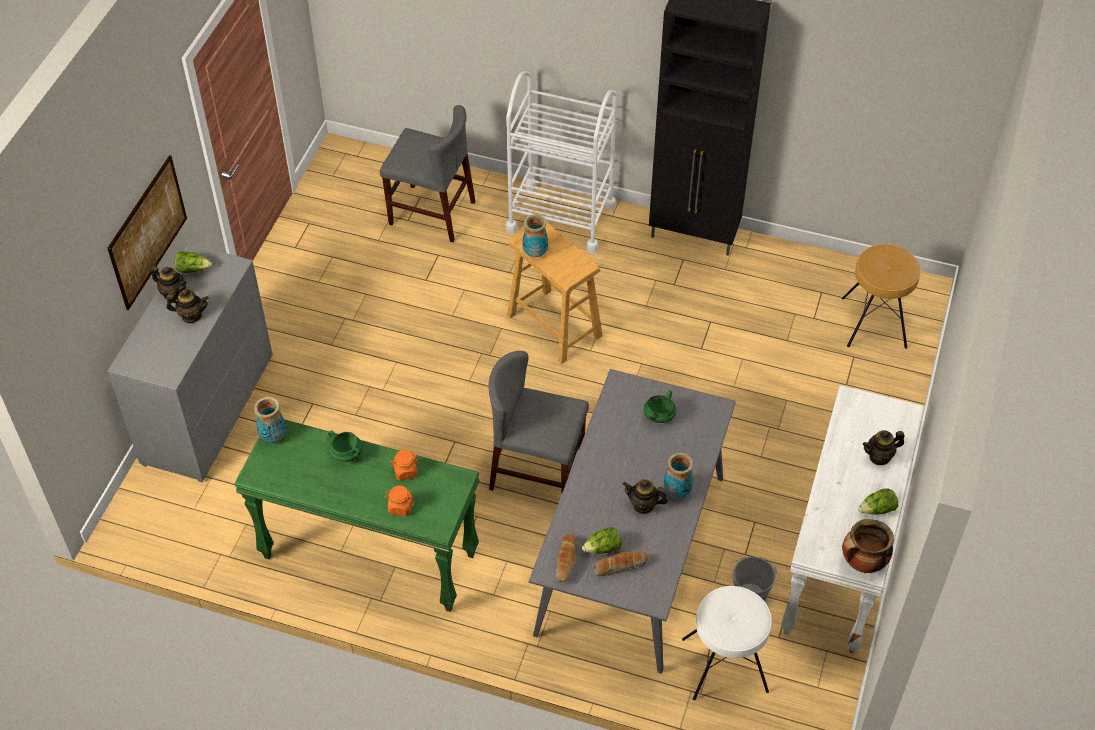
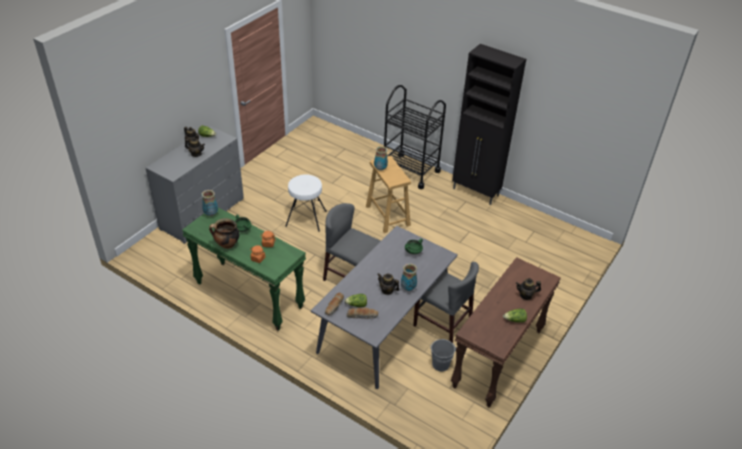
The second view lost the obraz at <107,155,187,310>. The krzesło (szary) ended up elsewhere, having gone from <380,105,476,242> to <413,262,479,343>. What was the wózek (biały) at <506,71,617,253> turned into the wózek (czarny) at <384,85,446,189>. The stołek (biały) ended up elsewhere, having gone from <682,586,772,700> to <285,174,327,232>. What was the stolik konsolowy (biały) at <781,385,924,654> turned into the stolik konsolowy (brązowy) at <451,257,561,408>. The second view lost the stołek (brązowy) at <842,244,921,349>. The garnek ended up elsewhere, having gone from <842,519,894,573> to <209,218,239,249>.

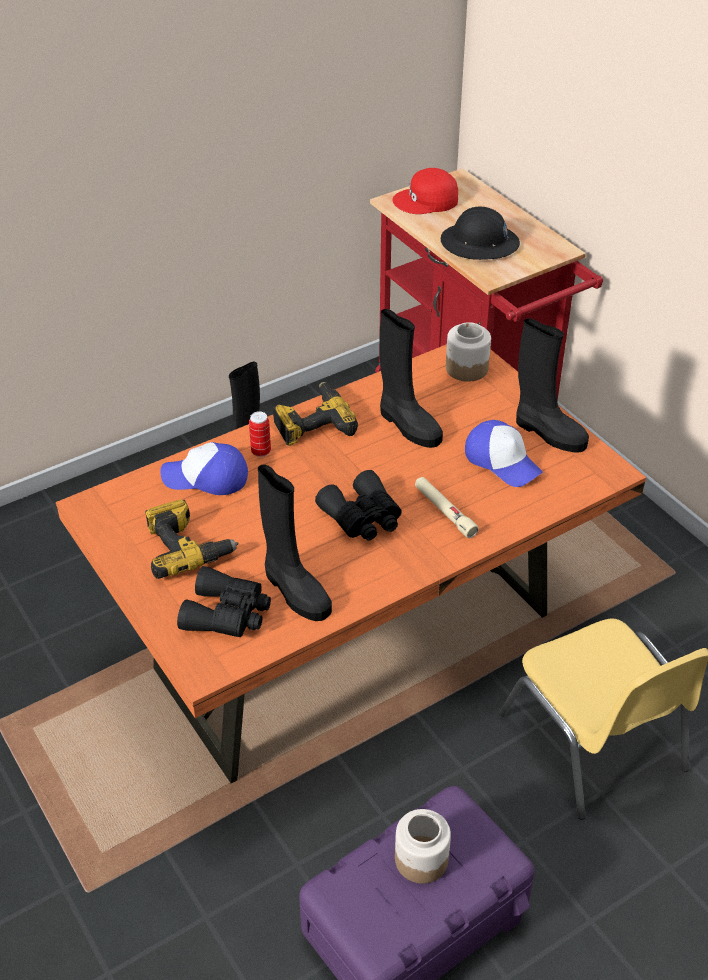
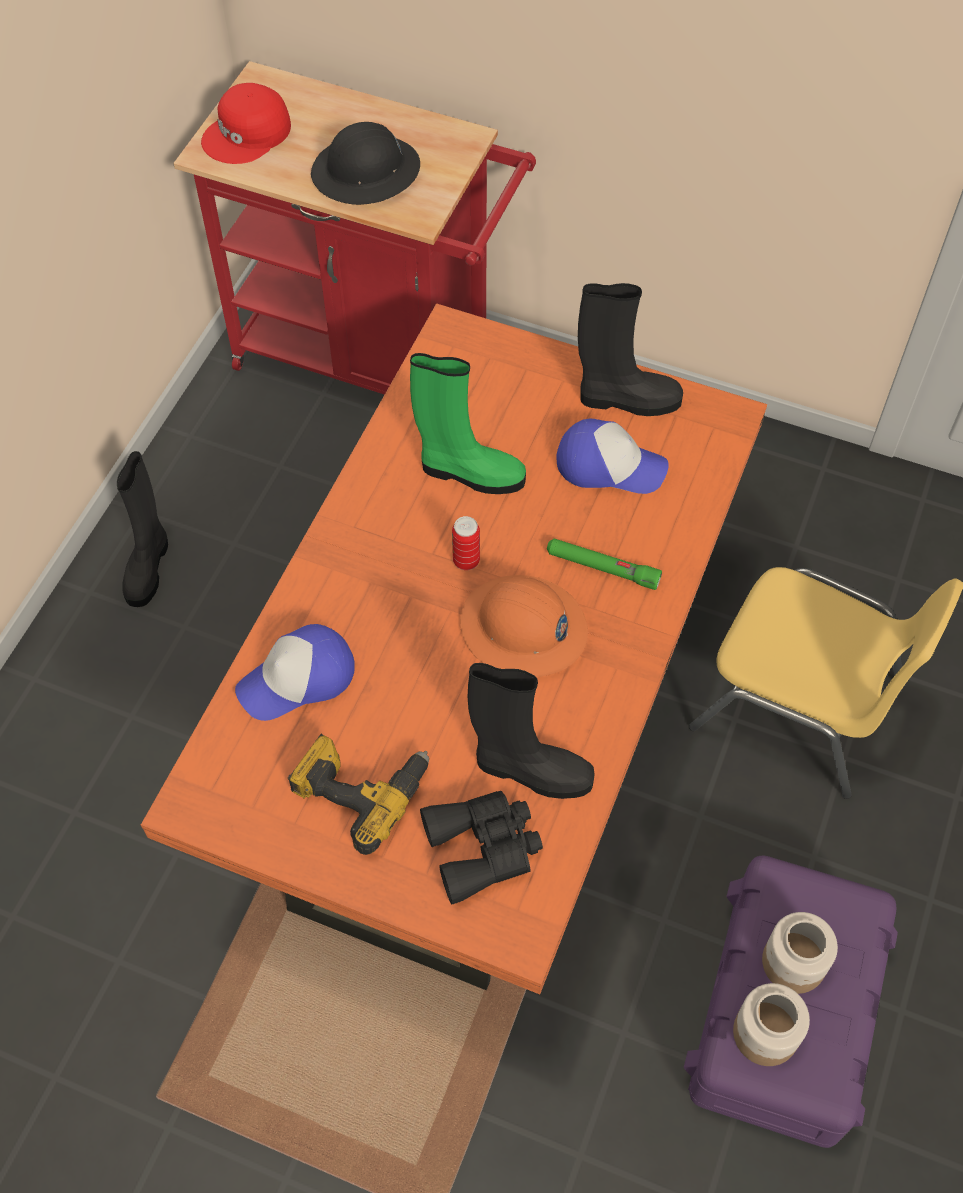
The puszka ended up elsewhere, having gone from <249,411,271,457> to <452,516,480,570>. The second view lost the wiertarka at <273,382,358,446>. Where the lornetka (czarny) stood at <315,470,402,540>, the kask (pomarańczowy) came to stand at <460,575,588,677>. What was the but z cholewką (czarny) at <379,309,443,448> turned into the but z cholewką (zielony) at <410,353,526,494>. What was the latarka (beżowy) at <415,477,479,538> turned into the latarka (zielony) at <547,538,662,590>. The słoik ended up elsewhere, having gone from <446,322,491,382> to <733,983,810,1066>.

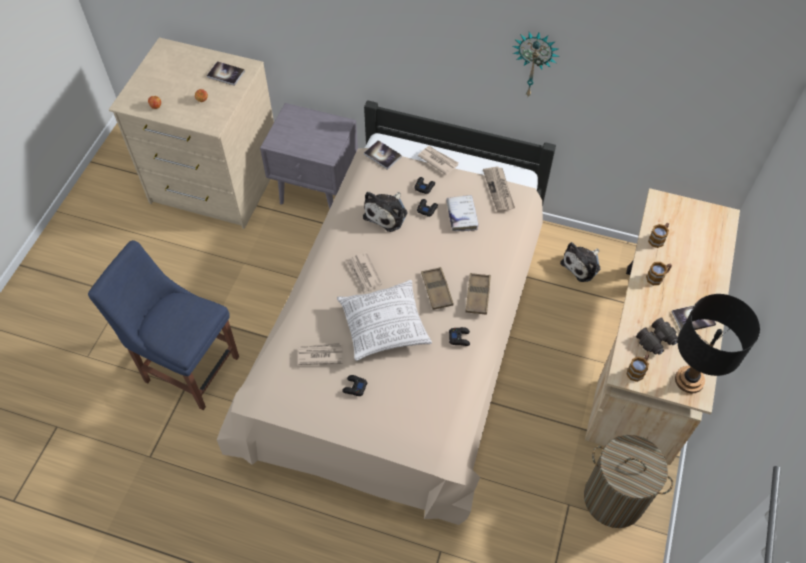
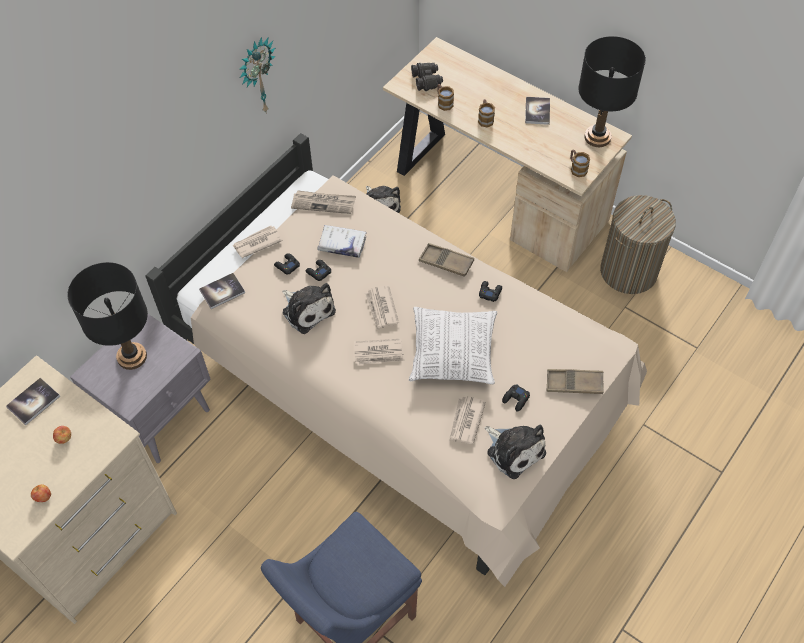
The taca (brązowy) ended up elsewhere, having gone from <421,267,454,310> to <546,369,604,394>. The lornetka (czarny) ended up elsewhere, having gone from <636,317,678,355> to <411,63,443,91>. The second view gained the lampa stołowa (czarny) at <67,262,148,370>. The second view gained the gazeta at <365,285,399,331>. The second view gained the pluszak at <484,425,546,479>.

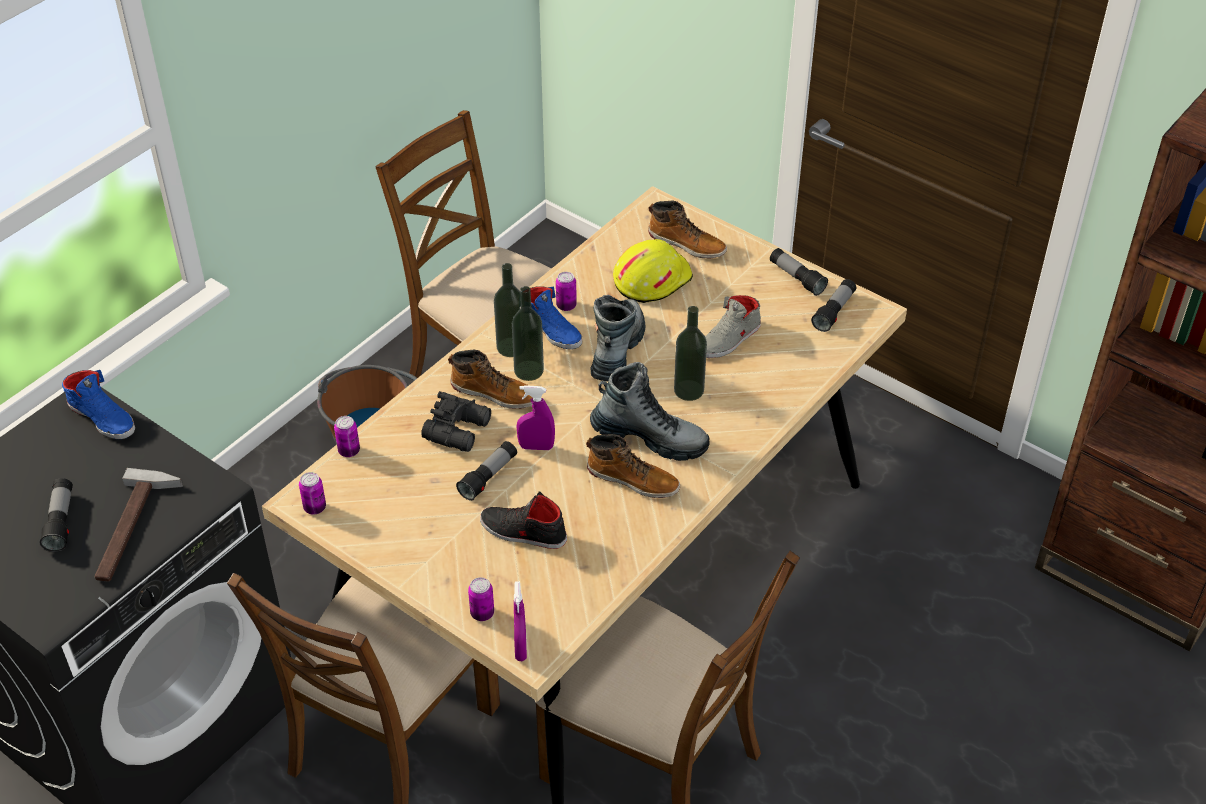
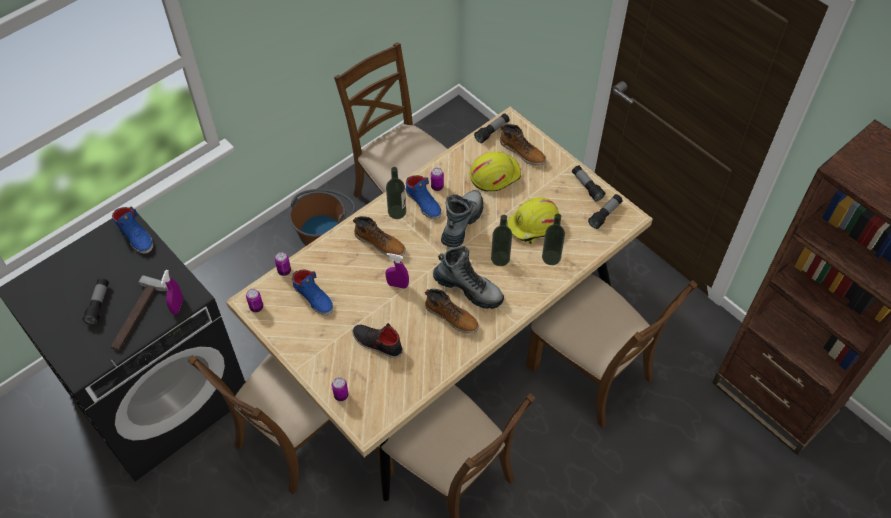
The second view lost the lornetka (czarny) at <421,391,491,452>. The latarka ended up elsewhere, having gone from <456,441,517,501> to <474,113,510,143>. The butelka ended up elsewhere, having gone from <512,286,544,381> to <542,214,565,265>. The spryskiwacz (fioletowy) ended up elsewhere, having gone from <514,581,527,661> to <161,270,183,315>. Where the but (szary) stood at <705,295,761,358>, the kask (żółty) came to stand at <507,197,559,244>. The second view gained the but (niebieski) at <292,269,334,315>. The second view gained the krzesło (brązowy) at <526,274,698,428>.

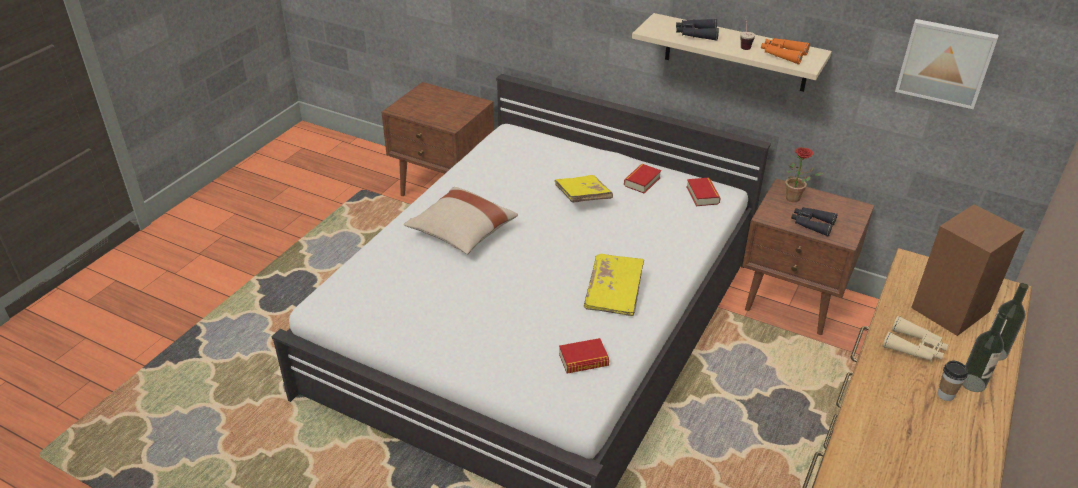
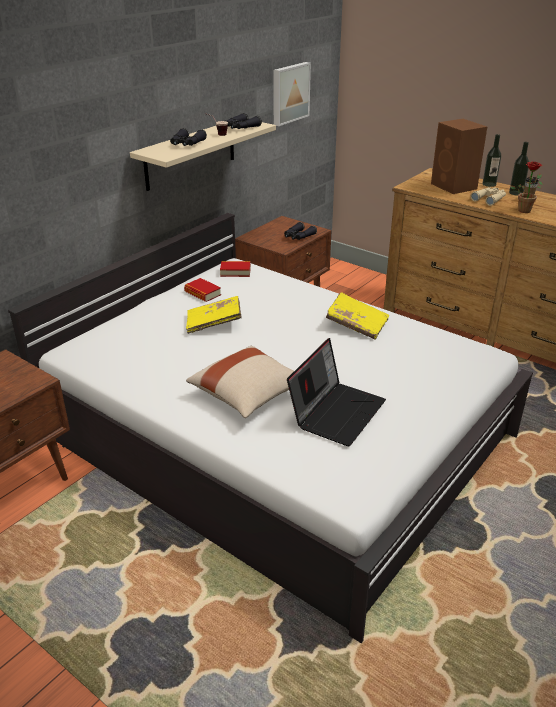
The second view lost the książka at <559,338,609,374>. What was the lornetka (pomarańczowy) at <761,38,810,64> turned into the lornetka (czarny) at <225,113,262,129>. The roślina doniczkowa ended up elsewhere, having gone from <785,147,823,202> to <510,162,543,213>. The second view gained the laptop at <287,338,386,446>.

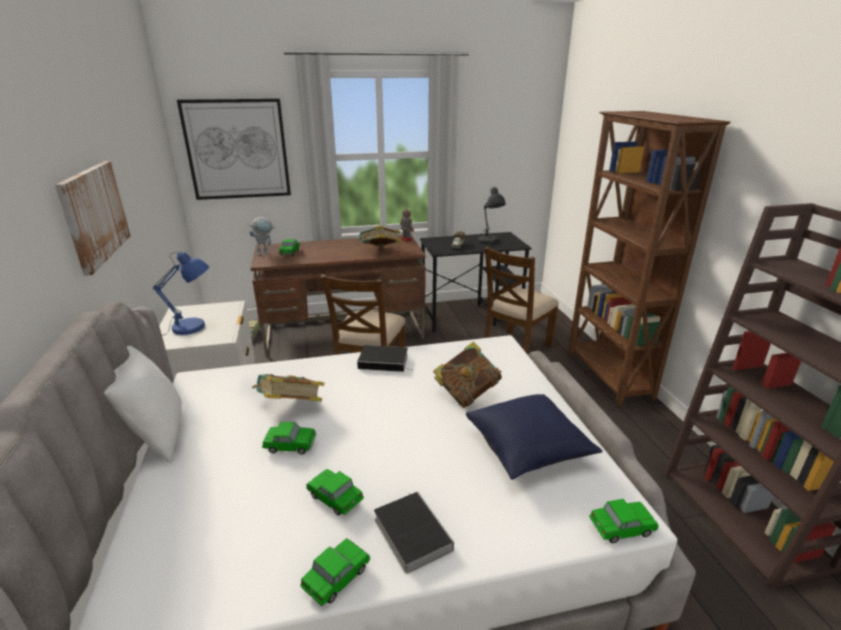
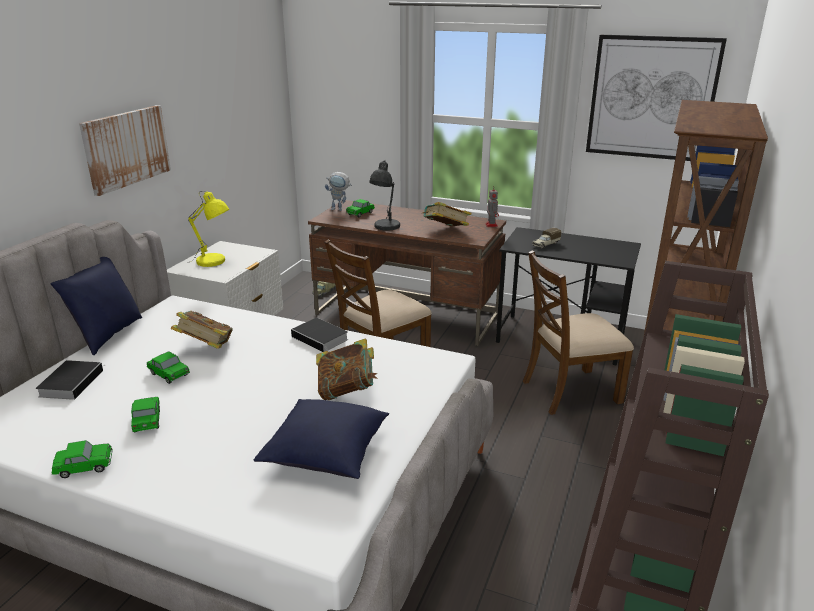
What was the poduszka (biały) at <104,346,182,463> turned into the poduszka (niebieski) at <50,257,142,355>. What was the lampa stołowa (niebieski) at <153,252,209,335> turned into the lampa stołowa (żółty) at <188,191,229,267>. The obraz ended up elsewhere, having gone from <177,98,291,200> to <586,35,727,161>. The książka ended up elsewhere, having gone from <374,492,454,574> to <36,360,104,400>. The lampa stołowa (szary) ended up elsewhere, having gone from <478,186,506,244> to <369,161,400,231>. The second view lost the samochodzik at <589,499,659,543>.

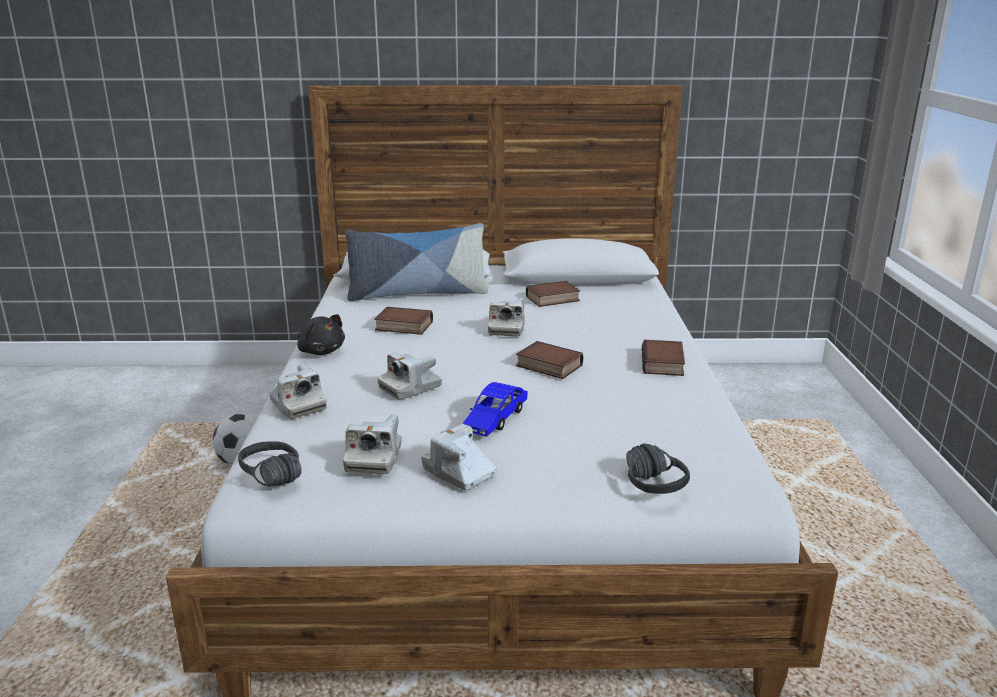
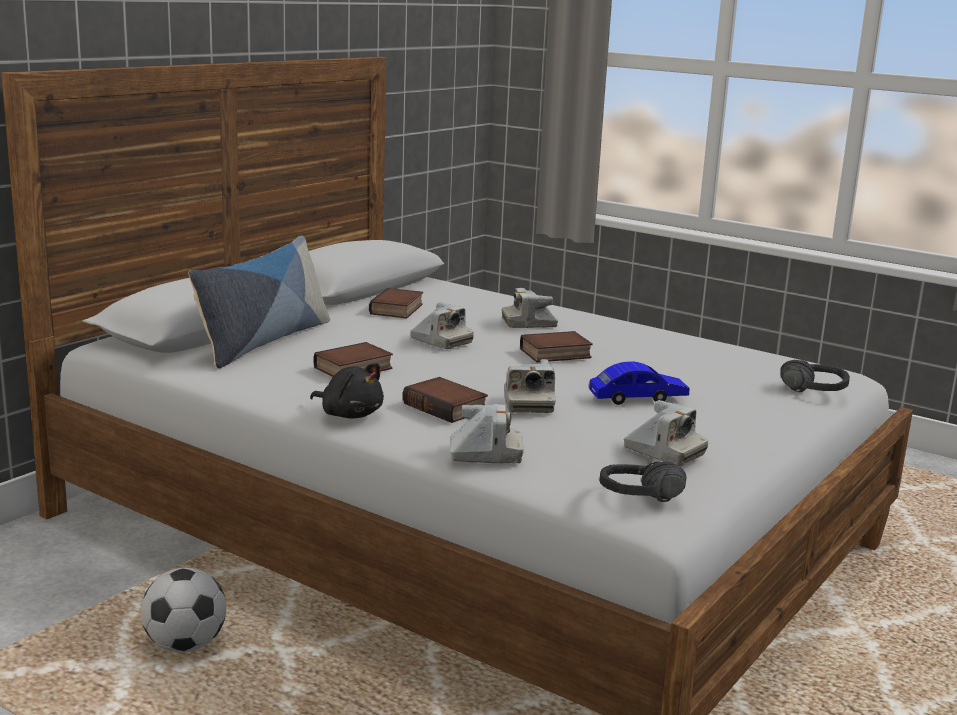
The pluszak (czarny) at <297,314,345,355> ended up facing another way, 45 degrees clockwise from before. The aparat fotograficzny ended up elsewhere, having gone from <421,424,497,490> to <502,288,558,328>. The samochodzik (niebieski) at <462,382,527,437> ended up facing another way, 75 degrees counterclockwise from before. The książka ended up elsewhere, having gone from <642,340,685,376> to <403,377,488,423>.

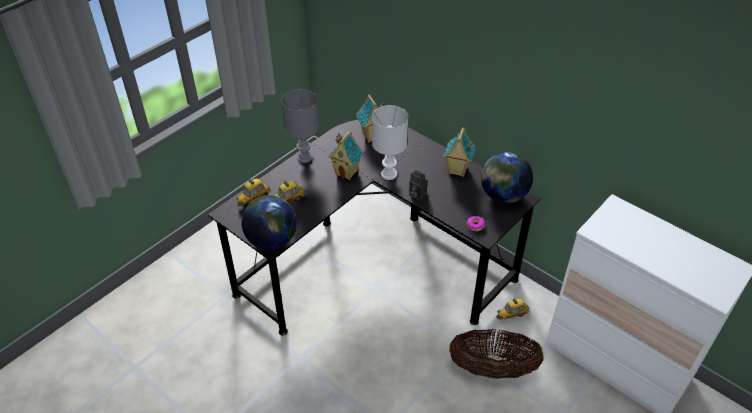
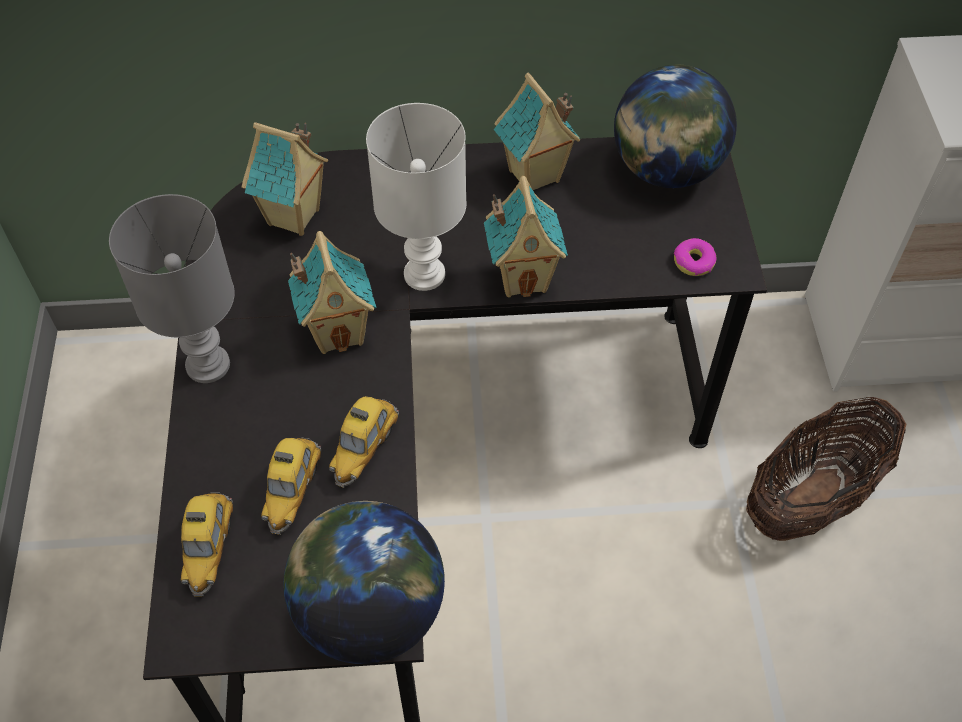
Where the aparat fotograficzny stood at <409,170,427,200>, the domek came to stand at <484,176,568,298>. The samochodzik ended up elsewhere, having gone from <496,298,530,320> to <329,396,399,488>.

